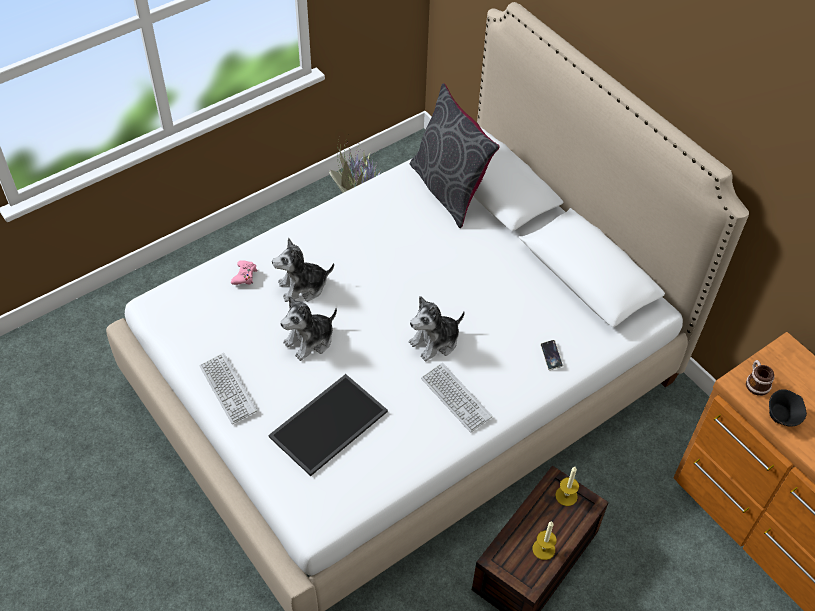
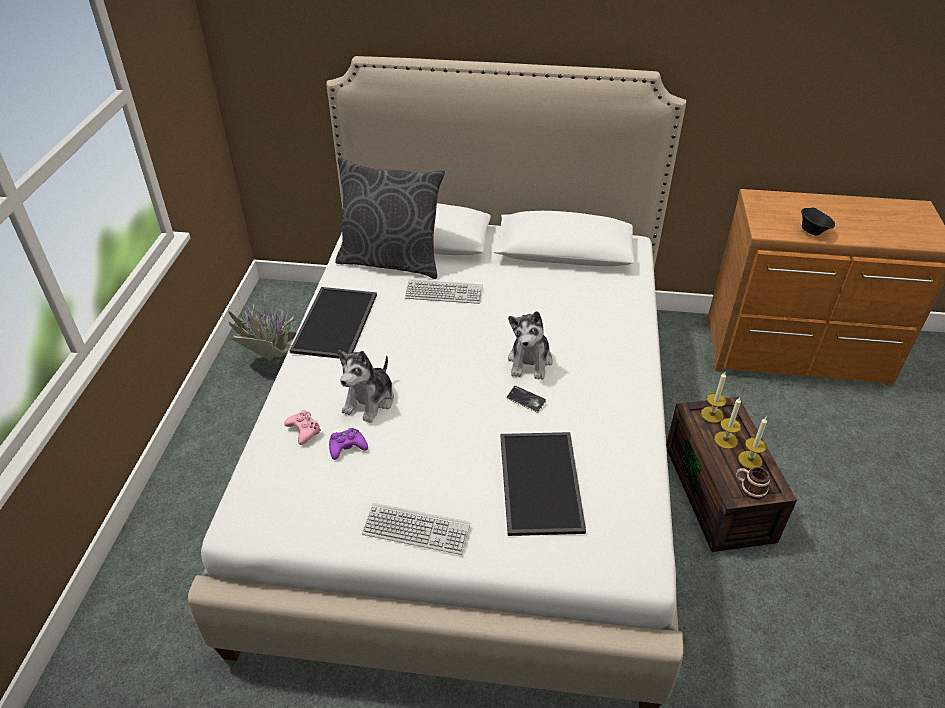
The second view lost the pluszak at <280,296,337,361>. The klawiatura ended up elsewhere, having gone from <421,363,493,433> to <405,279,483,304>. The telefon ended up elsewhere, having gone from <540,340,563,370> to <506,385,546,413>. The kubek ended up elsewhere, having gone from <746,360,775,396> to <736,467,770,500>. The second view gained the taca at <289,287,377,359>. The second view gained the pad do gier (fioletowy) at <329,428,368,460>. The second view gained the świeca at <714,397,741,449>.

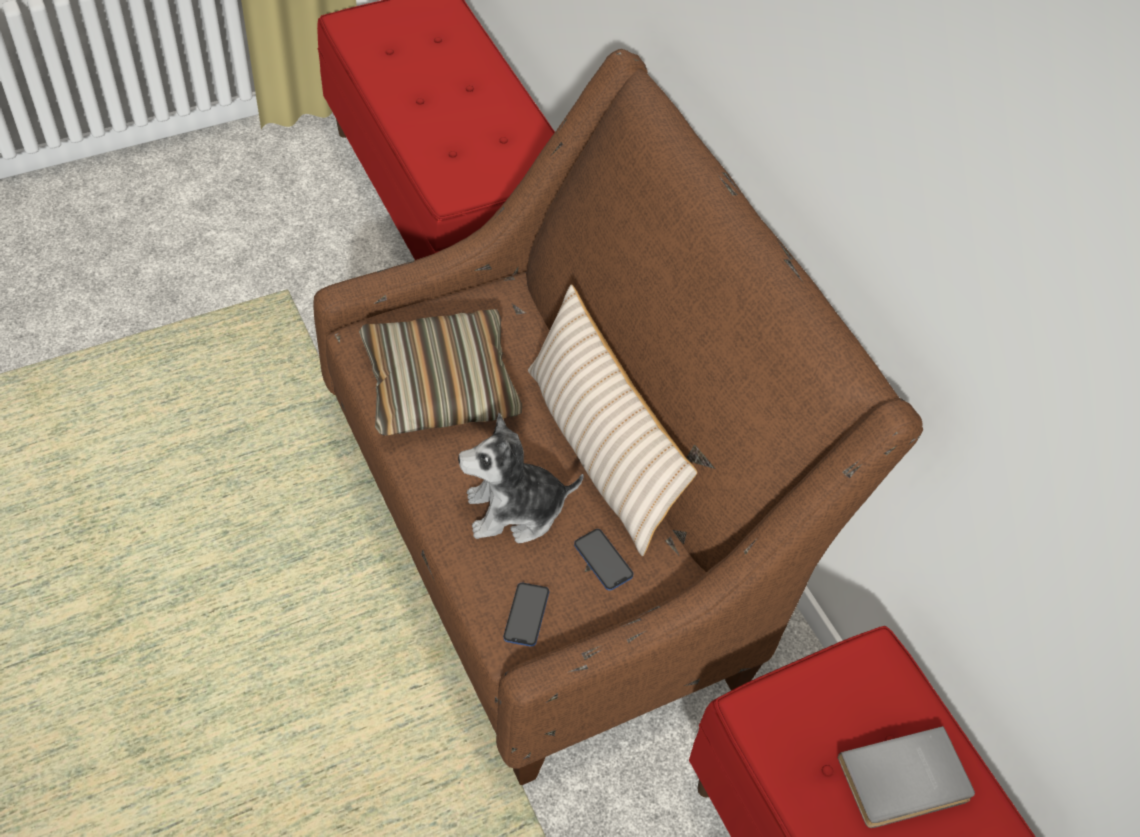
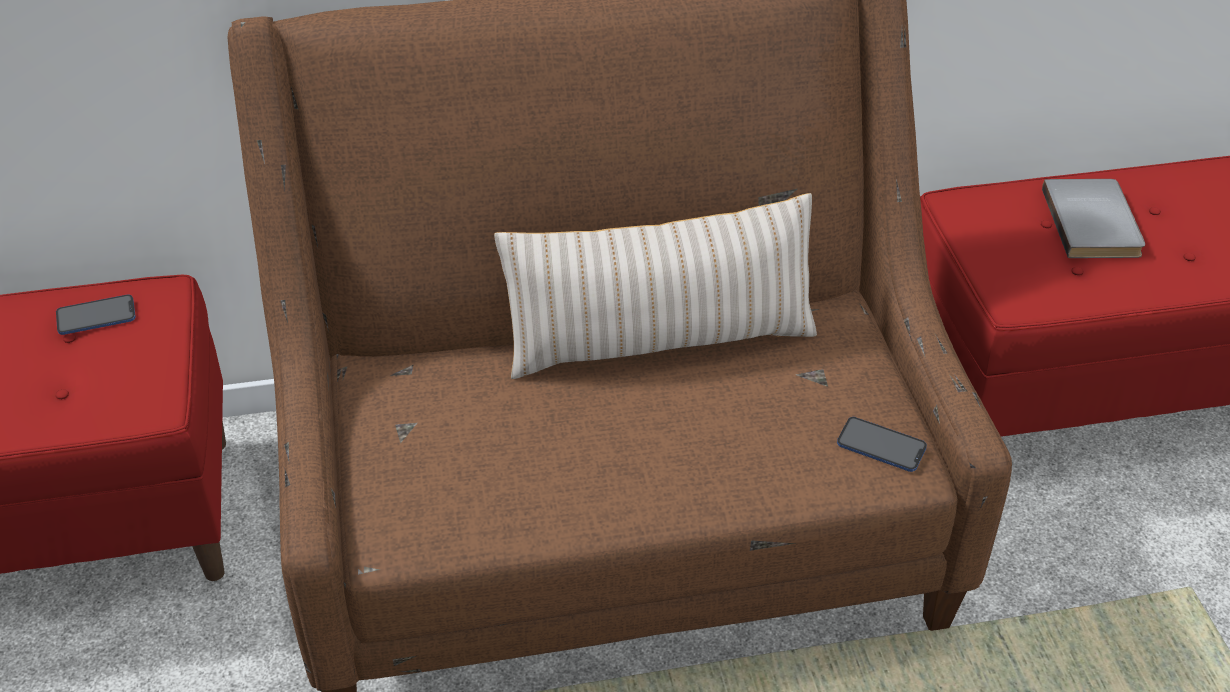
The second view lost the poduszka at <359,309,522,436>. The second view lost the pluszak at <458,413,584,544>. The telefon ended up elsewhere, having gone from <574,529,633,591> to <56,294,136,335>.

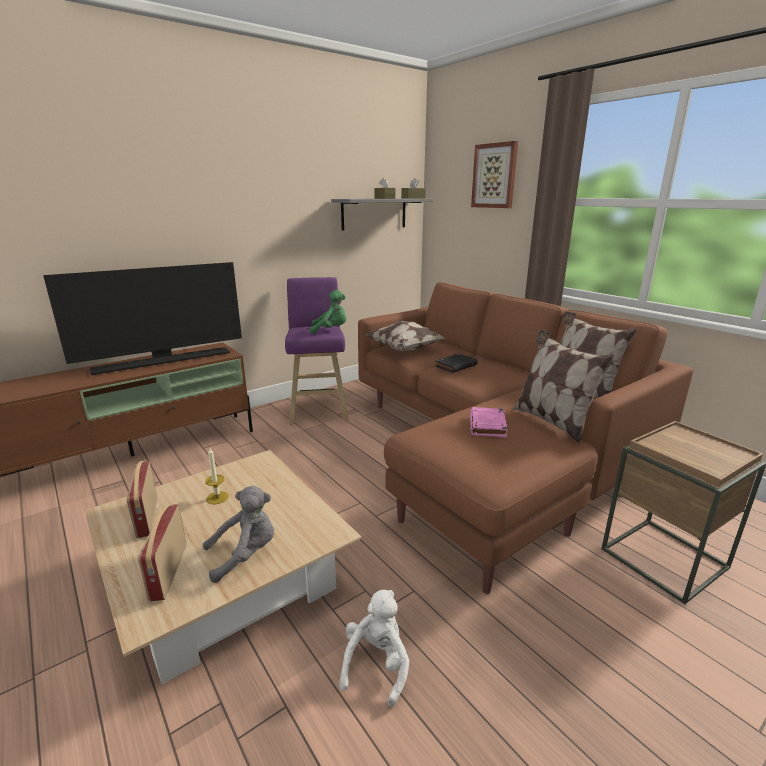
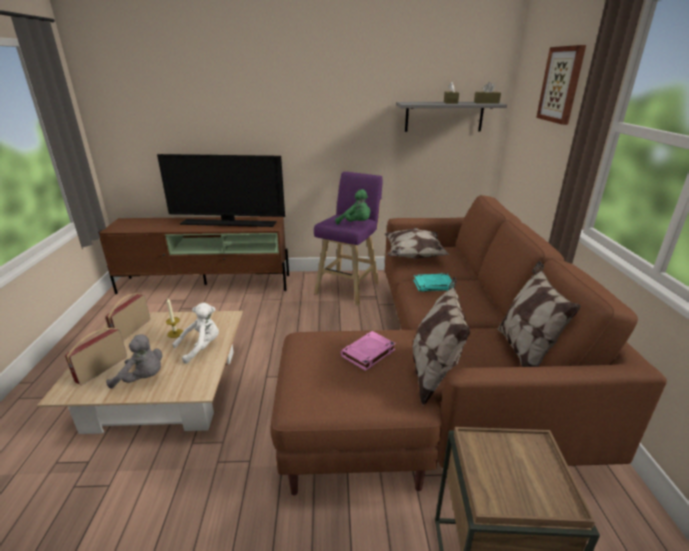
The pluszak (biały) ended up elsewhere, having gone from <339,590,409,707> to <172,303,219,364>. What was the książka (czarny) at <435,354,478,373> turned into the książka (turkusowy) at <413,273,455,292>.

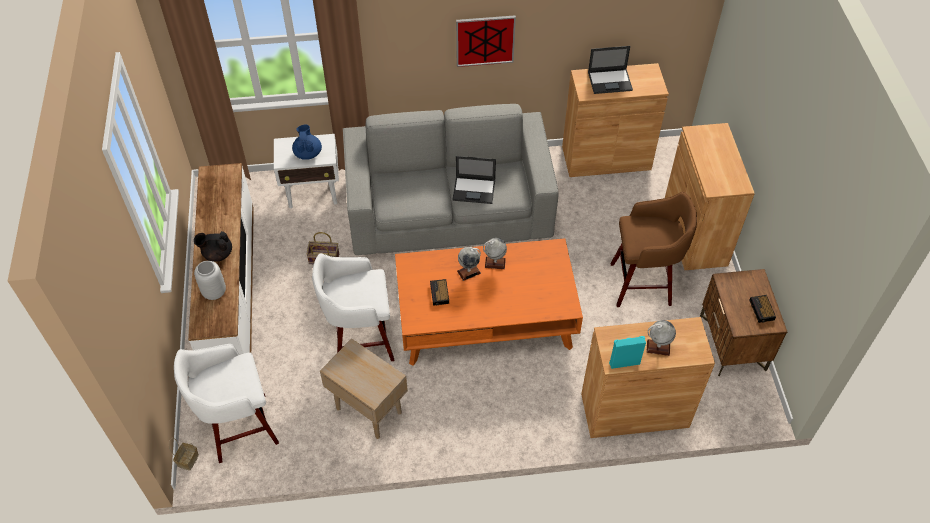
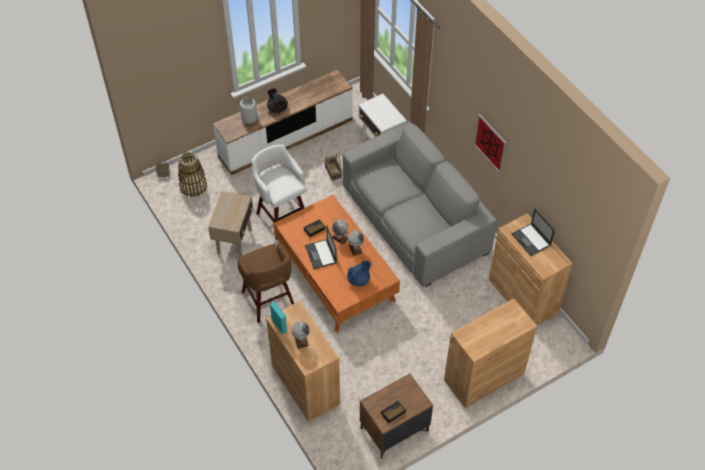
Where the stołek (biały) stood at <174,344,279,463>, the koszyk came to stand at <178,152,207,197>. The imbryk (niebieski) ended up elsewhere, having gone from <292,125,322,160> to <347,261,371,286>. The laptop ended up elsewhere, having gone from <452,156,496,204> to <305,225,337,269>. The stołek (brązowy) ended up elsewhere, having gone from <610,191,697,307> to <237,243,294,323>.

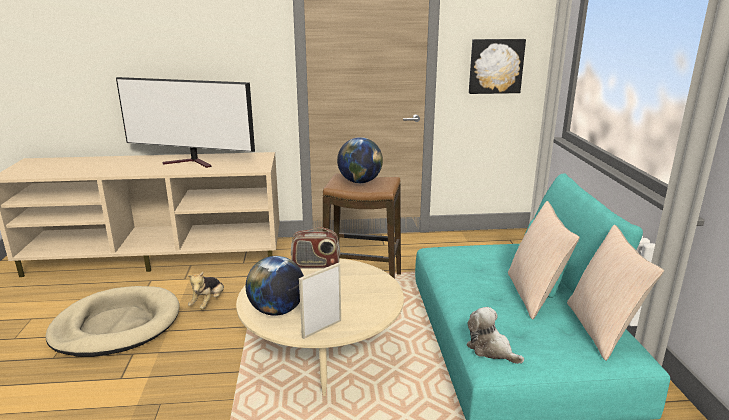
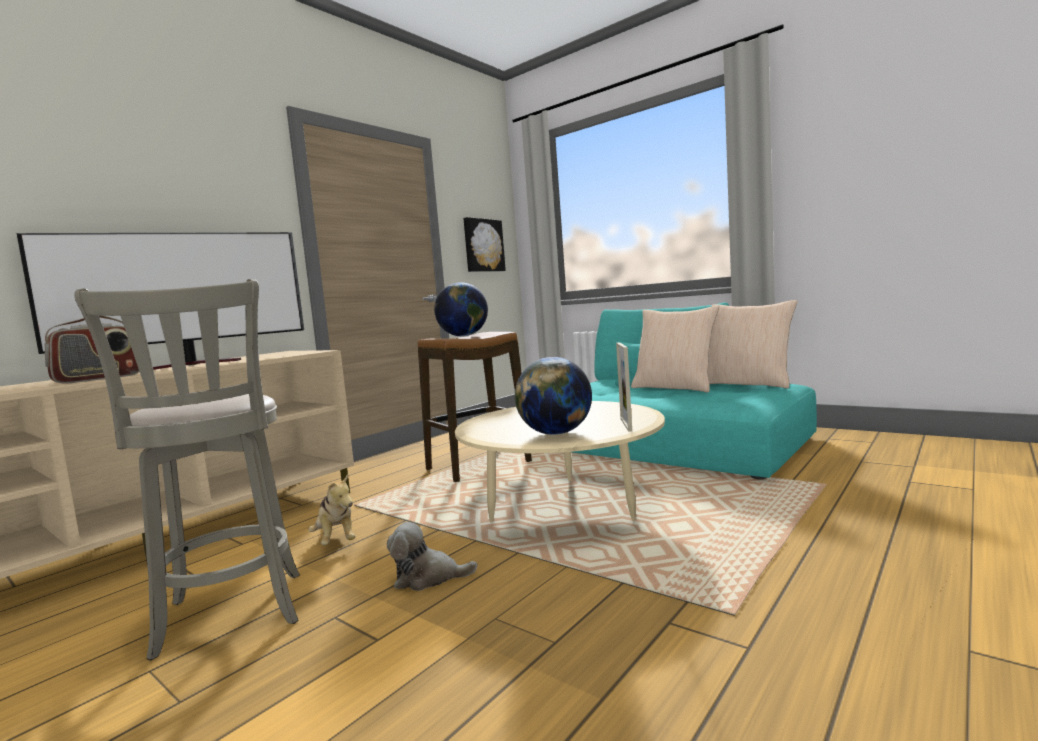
Where the legowisko (beżowy) stood at <46,286,180,357>, the stołek (szary) came to stand at <74,279,300,661>. The radio ended up elsewhere, having gone from <291,227,341,268> to <45,316,139,384>. The pluszak ended up elsewhere, having gone from <467,307,524,364> to <387,522,477,591>.

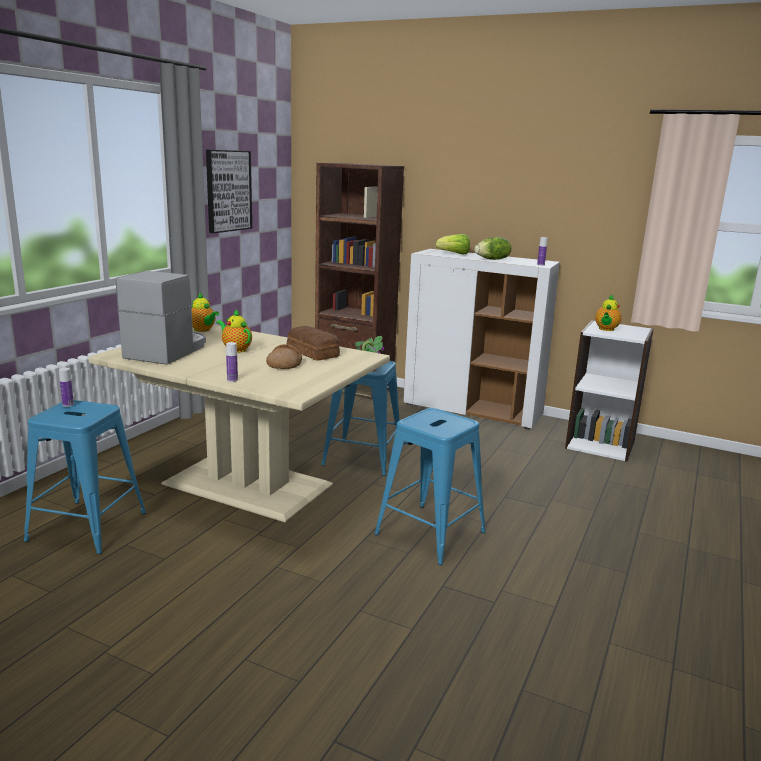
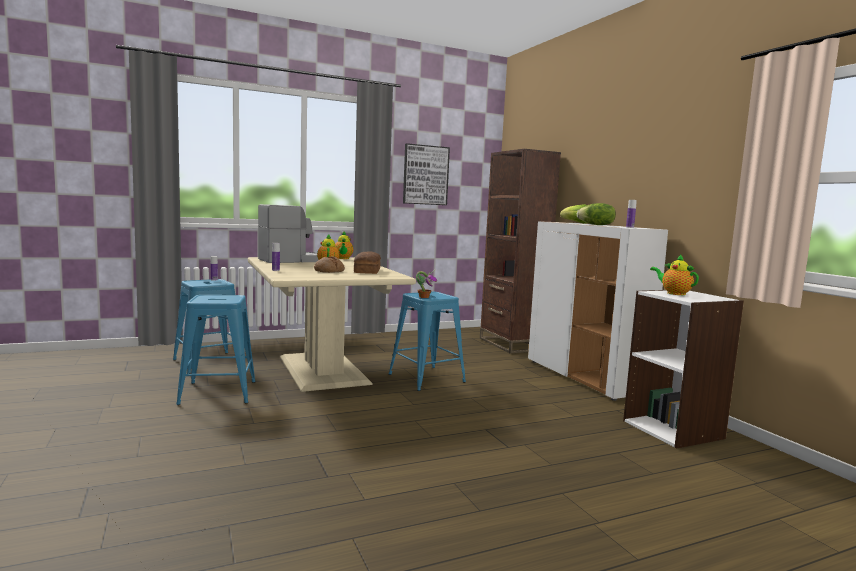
The stołek (niebieski) ended up elsewhere, having gone from <375,408,486,565> to <176,295,256,405>. The imbryk at <595,294,621,331> ended up facing another way, 75 degrees clockwise from before.

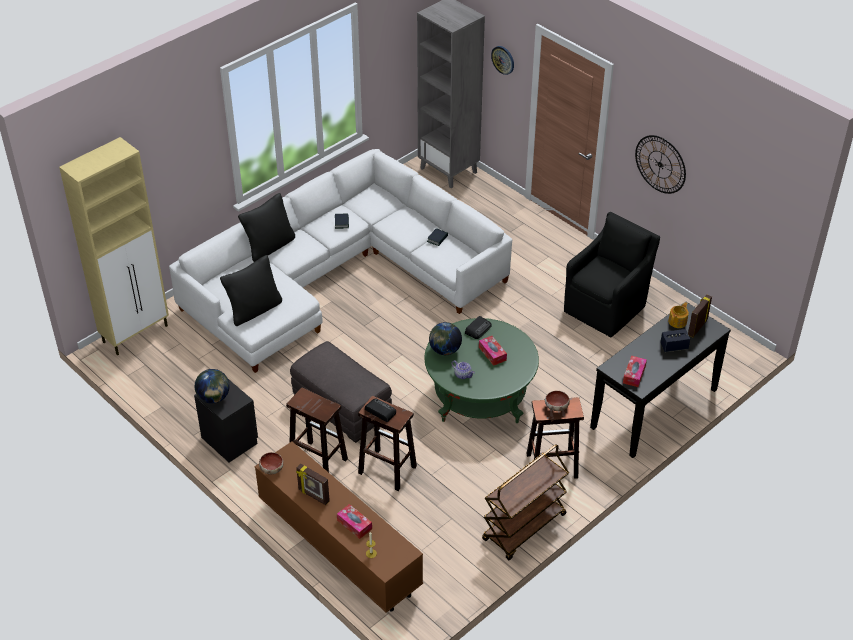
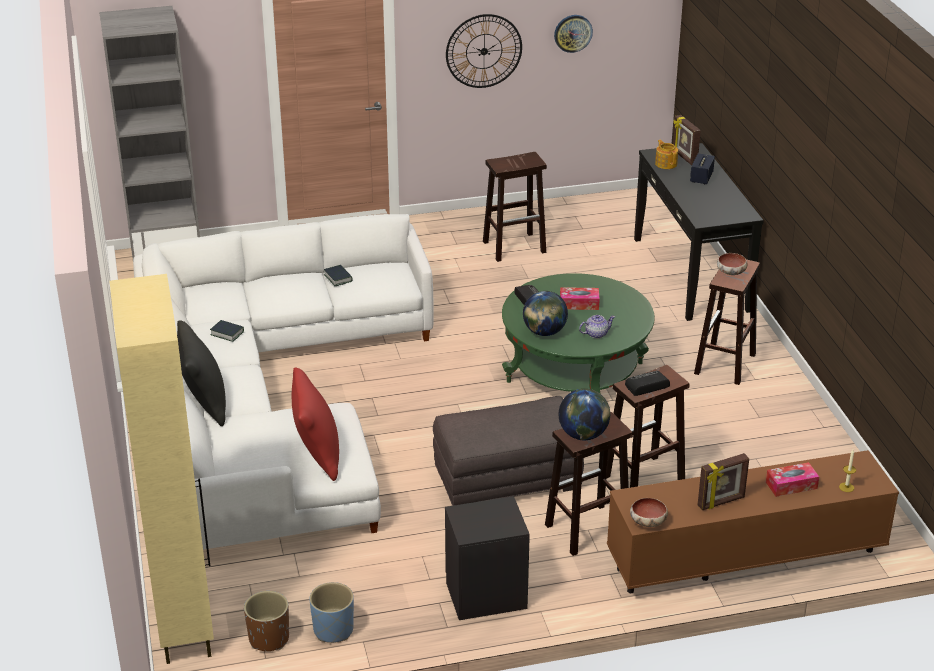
The globus ended up elsewhere, having gone from <195,369,230,404> to <559,388,610,440>. What was the poduszka (czarny) at <220,255,282,326> turned into the poduszka (czerwony) at <292,368,339,481>. The second view lost the wózek (brązowy) at <482,444,569,560>. The zegar ścienny ended up elsewhere, having gone from <491,46,514,75> to <554,15,593,53>. Where the fotel (czarny) stood at <564,212,660,337>, the stołek (brązowy) came to stand at <483,152,547,262>. The second view lost the pudełko chusteczek at <623,356,647,387>. The second view gained the donica (brązowy) at <244,591,289,651>. The second view gained the donica (niebieski) at <309,582,354,643>.

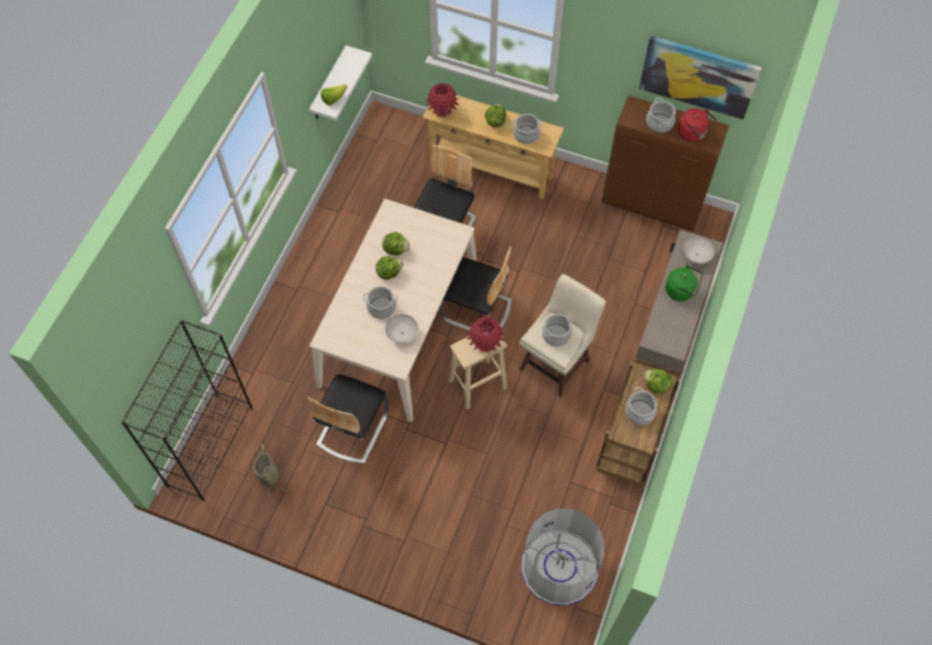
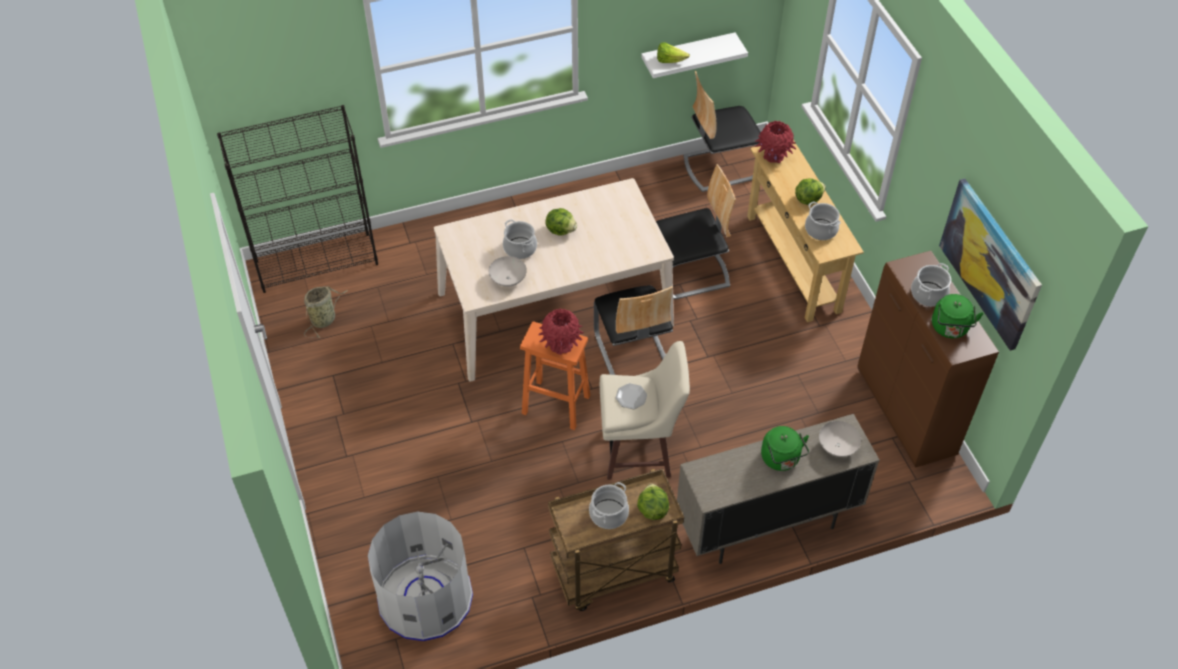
The krzesło ended up elsewhere, having gone from <308,374,389,464> to <683,71,760,192>. The second view lost the sałata at <382,232,410,255>. What was the stołek (beżowy) at <448,336,507,409> turned into the stołek (pomarańczowy) at <520,321,590,430>. Where the garnek stood at <542,314,573,347>, the talerz came to stand at <616,383,647,409>. What was the czajnik (czerwony) at <678,108,716,142> turned into the czajnik (zielony) at <932,294,984,338>.

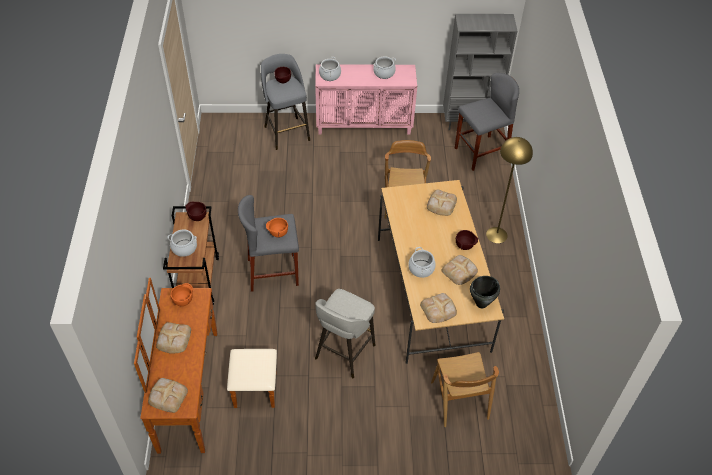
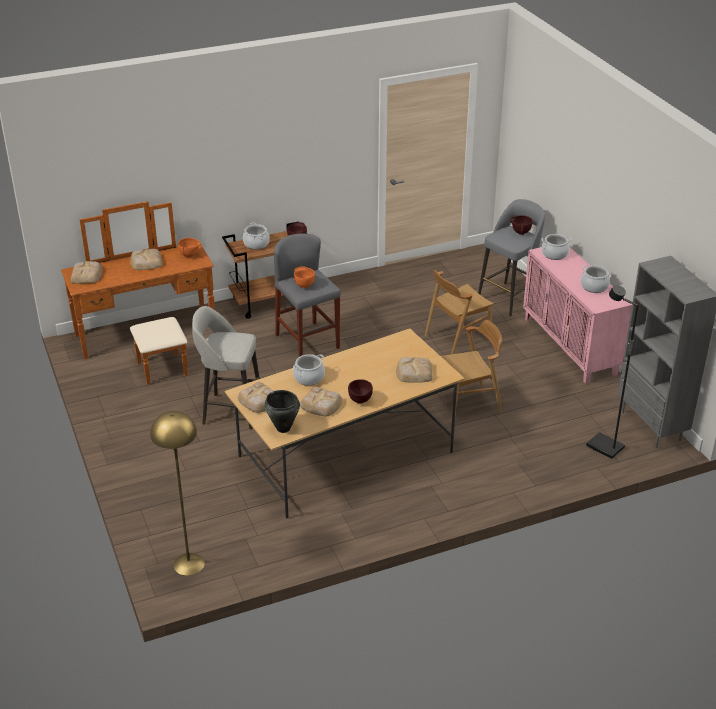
The krzesło (brązowy) ended up elsewhere, having gone from <431,352,499,427> to <425,270,494,354>. Where the stołek (szary) stood at <455,73,519,171>, the lampa stojąca (czarny) came to stand at <586,285,639,459>. The lampa stojąca (żółty) ended up elsewhere, having gone from <486,137,533,243> to <150,411,205,576>.

